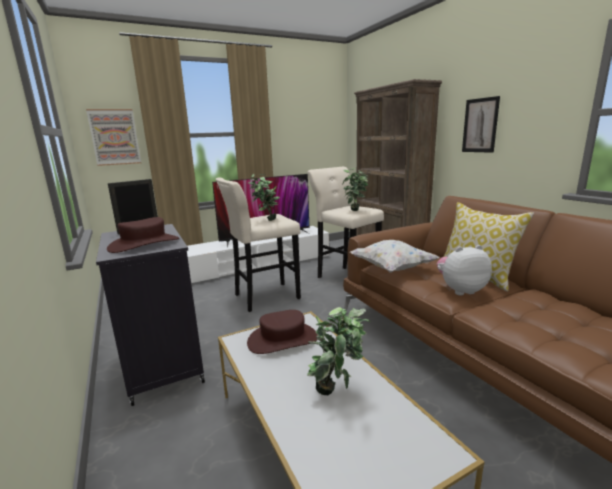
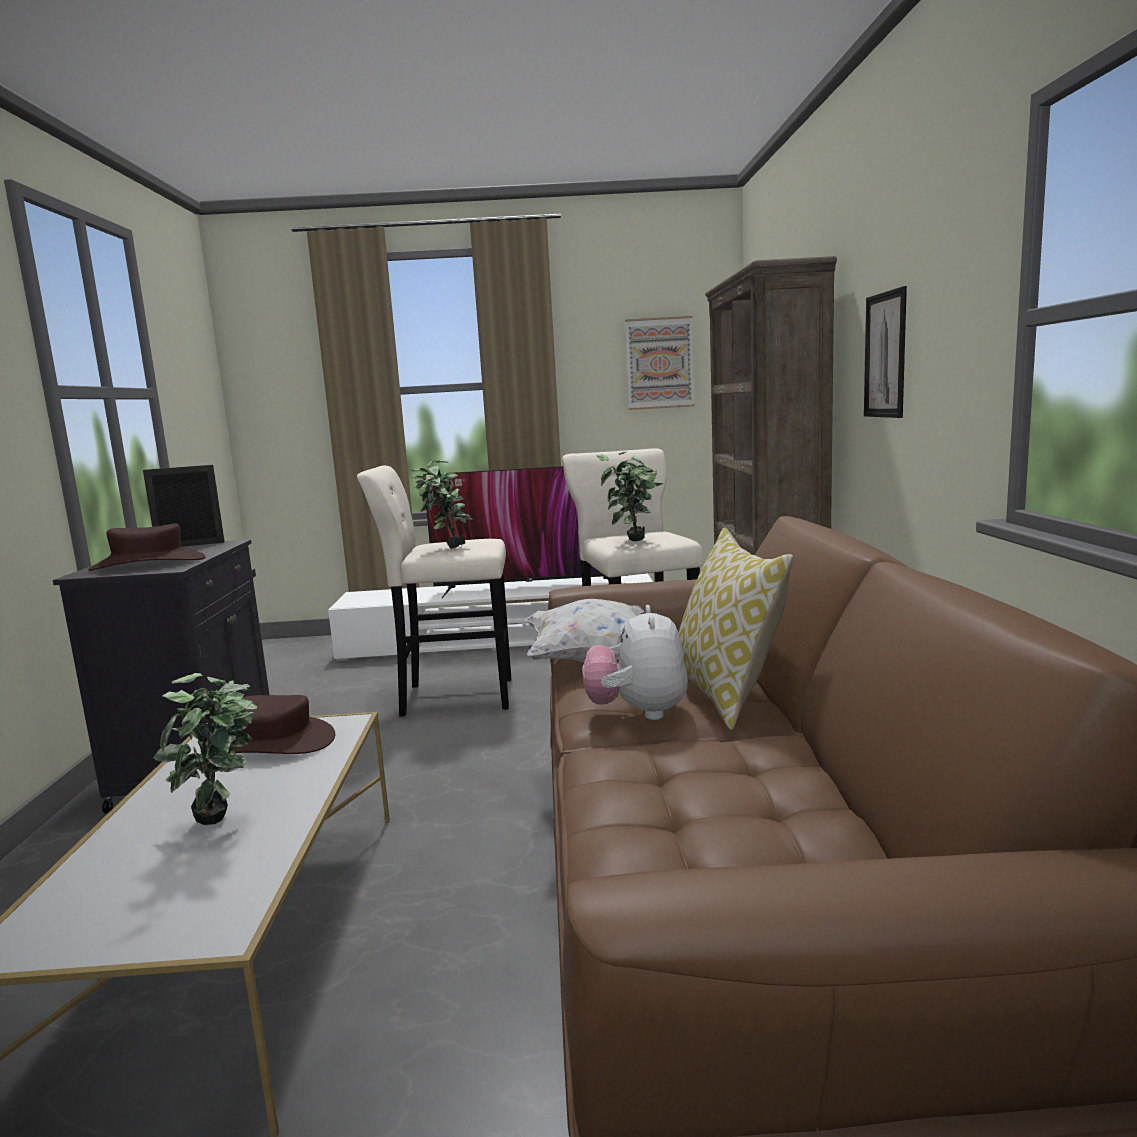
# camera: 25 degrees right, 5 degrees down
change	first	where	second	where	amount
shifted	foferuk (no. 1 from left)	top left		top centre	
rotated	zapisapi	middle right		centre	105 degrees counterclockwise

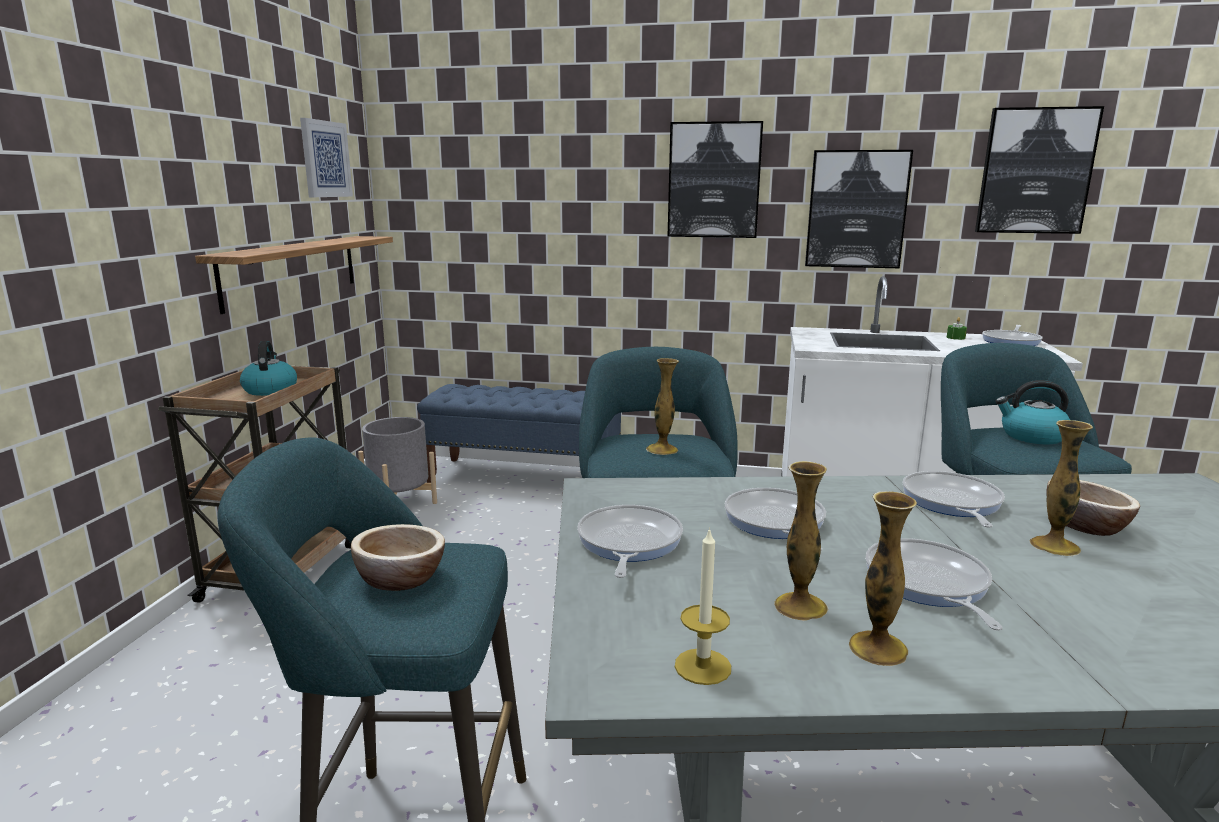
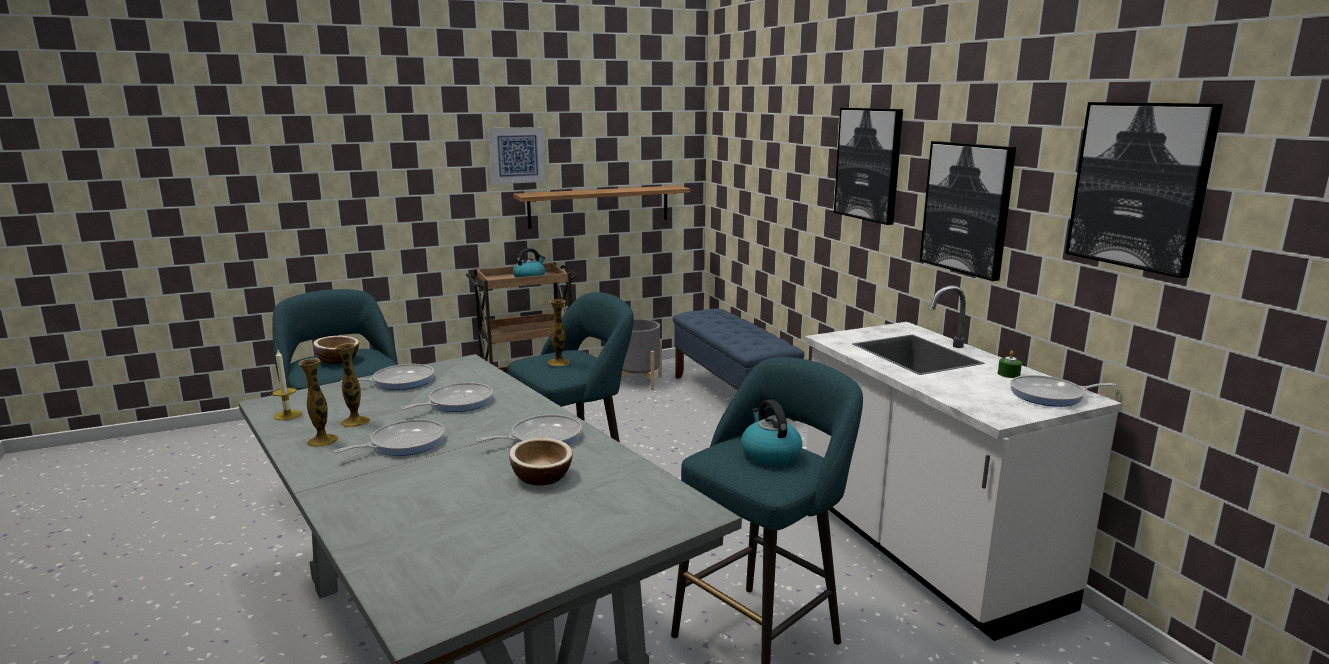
# camera: 55 degrees right, 0 degrees up
change	first	where	second	where	amount
shifted	foferuk (no. 1 from left)	top left		top centre	
gone	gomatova (no. 4 from left)	middle right			

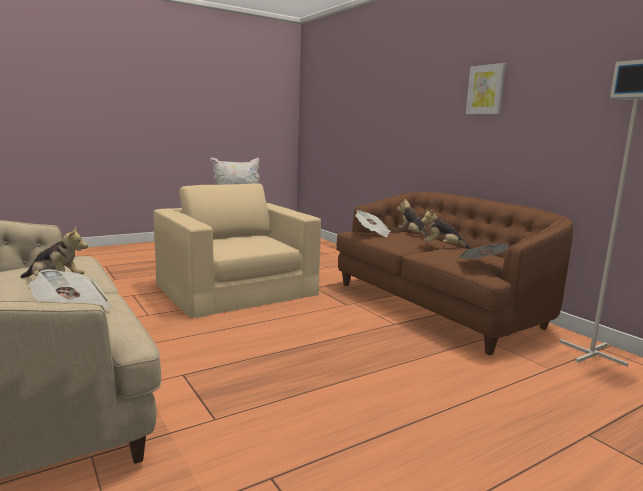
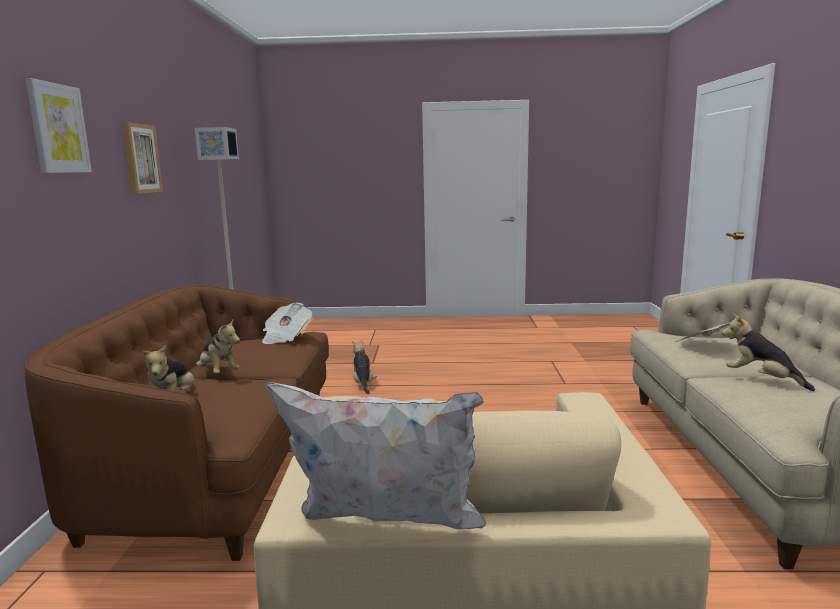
# camera: 145 degrees left, 0 degrees up
change	first	where	second	where	amount
gone	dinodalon (no. 2 from left)	centre			
new			foferuk (no. 2 from left)	top left	
new			zapisapi (no. 3 from left)	centre	

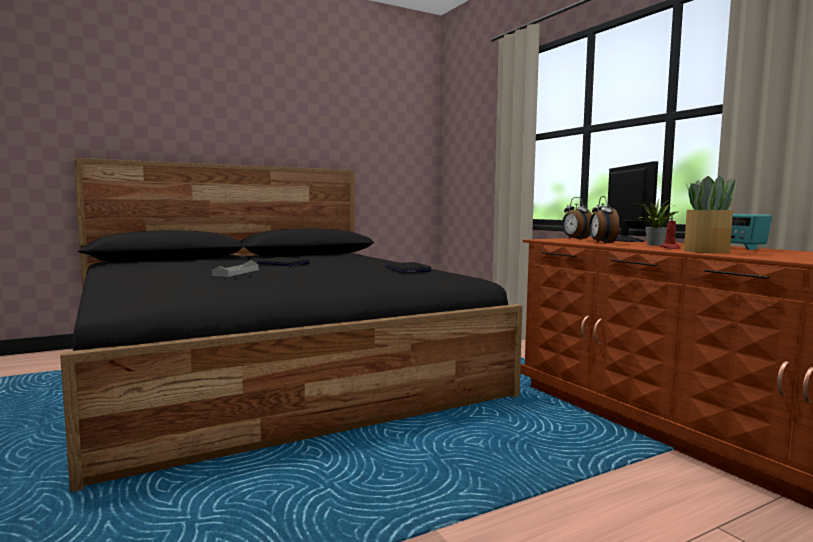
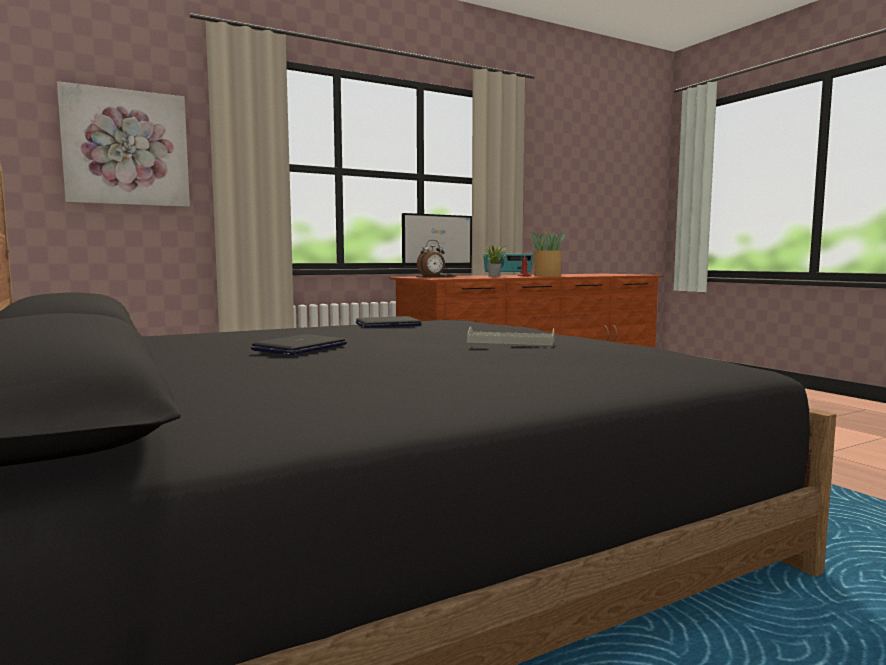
# camera: 90 degrees left, 0 degrees up
change	first	where	second	where	amount
gone	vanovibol (no. 2 from left)	middle right			
rotated	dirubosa	middle right		centre	150 degrees clockwise
new			foferuk	top left	

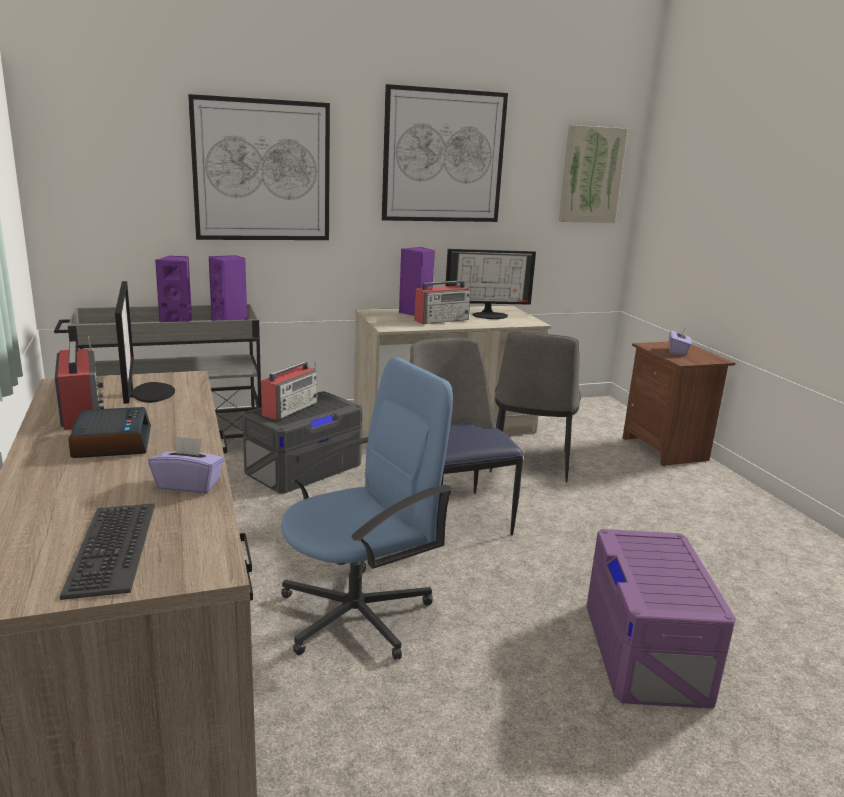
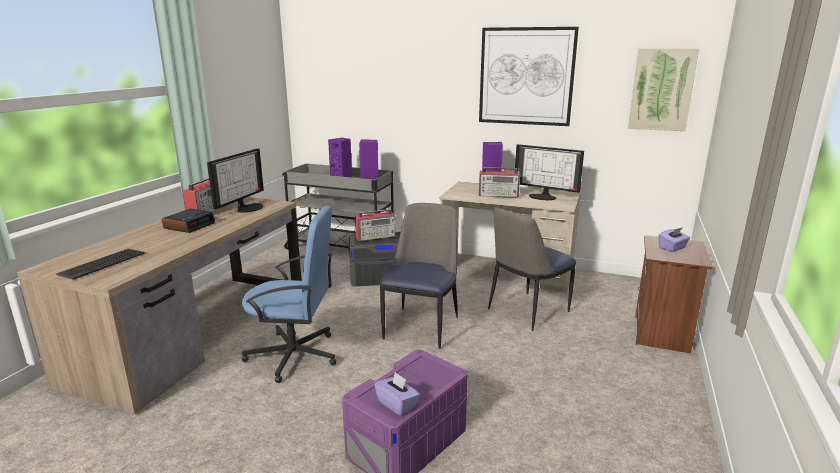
# camera: 40 degrees right, 0 degrees up
change	first	where	second	where	amount
shifted	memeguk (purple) (no. 1 from left)	middle left		bottom centre	
gone	foferuk (no. 1 from left)	top left			

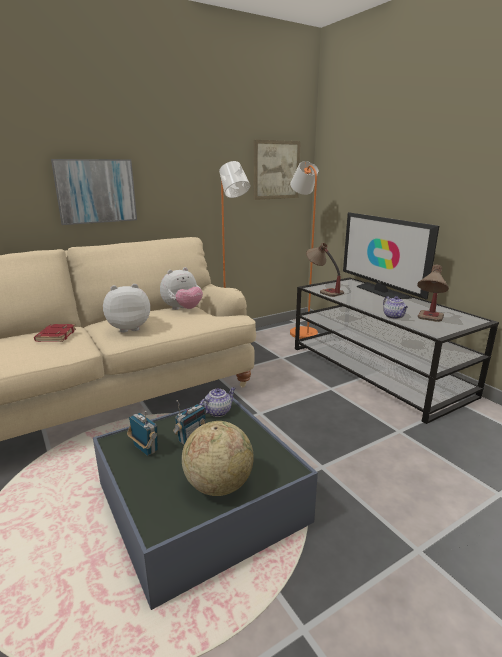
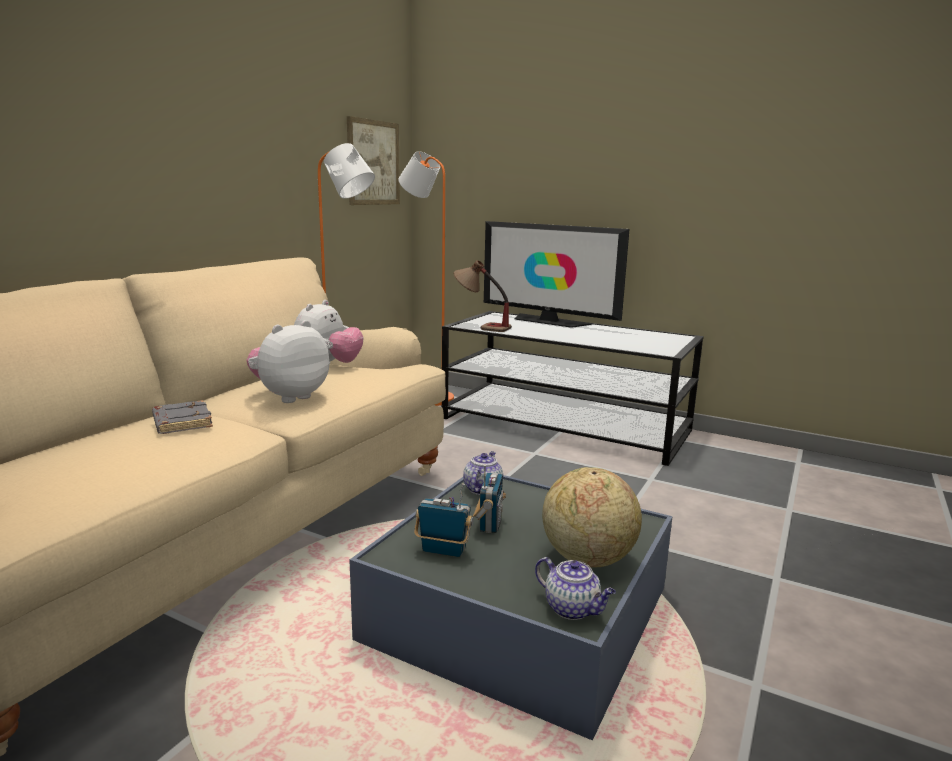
# camera: 30 degrees left, 5 degrees down
change	first	where	second	where	amount
repainted	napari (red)	middle left	napari (grey)	middle left	
gone	foferuk (no. 1 from left)	top left			
shifted	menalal (no. 2 from left)	middle right		bottom centre	
gone	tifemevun (no. 2 from left)	middle right			

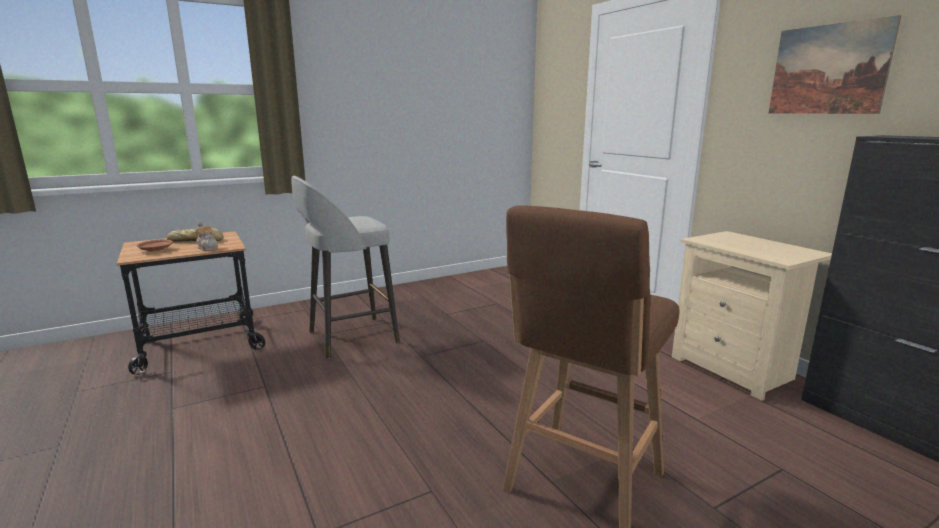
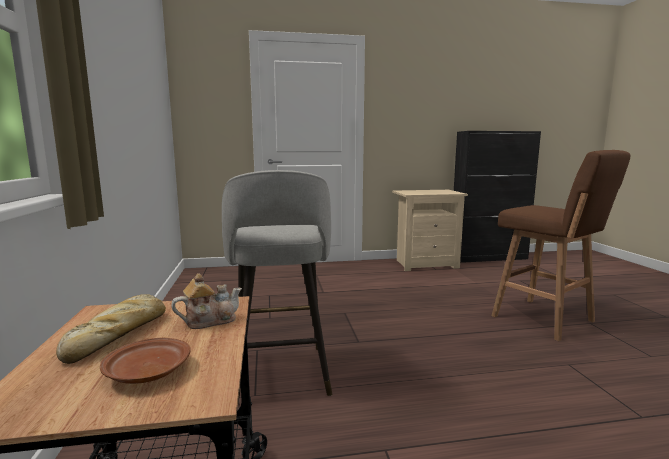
# camera: 70 degrees left, 5 degrees down
change	first	where	second	where	amount
gone	foferuk	top right			

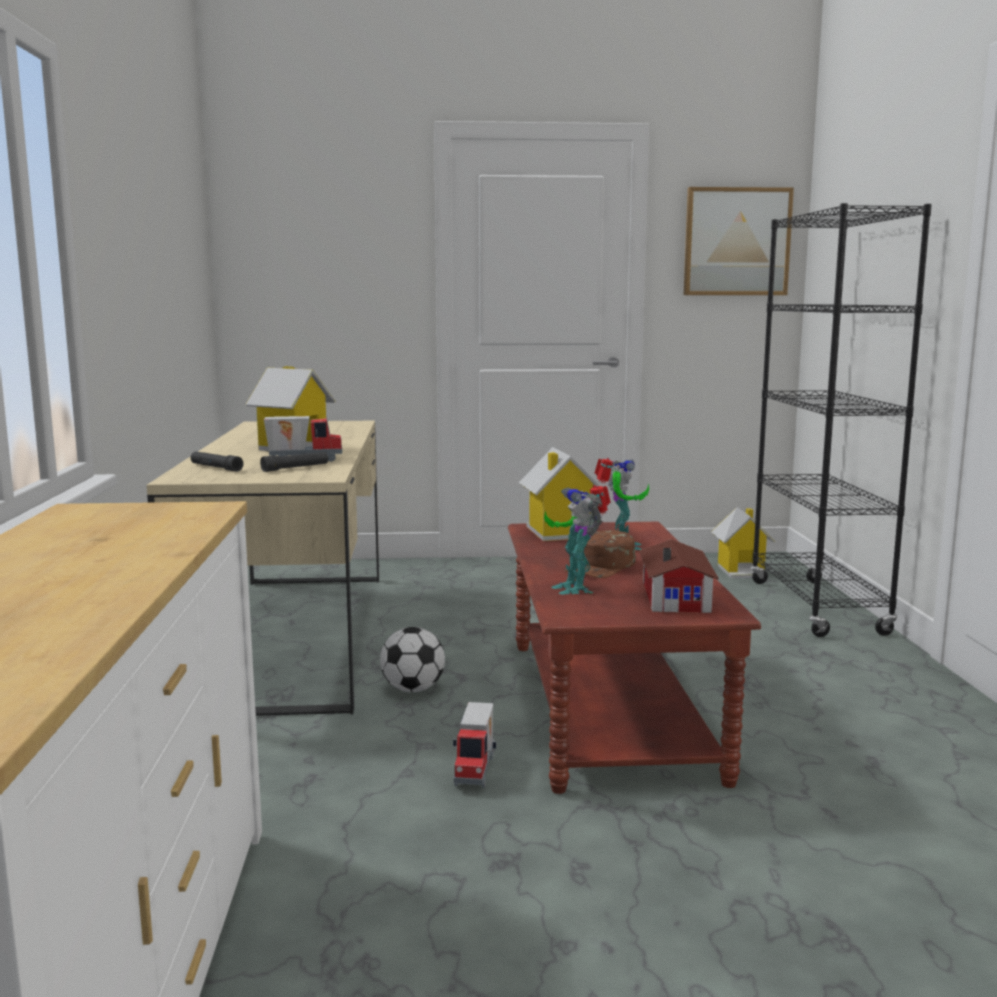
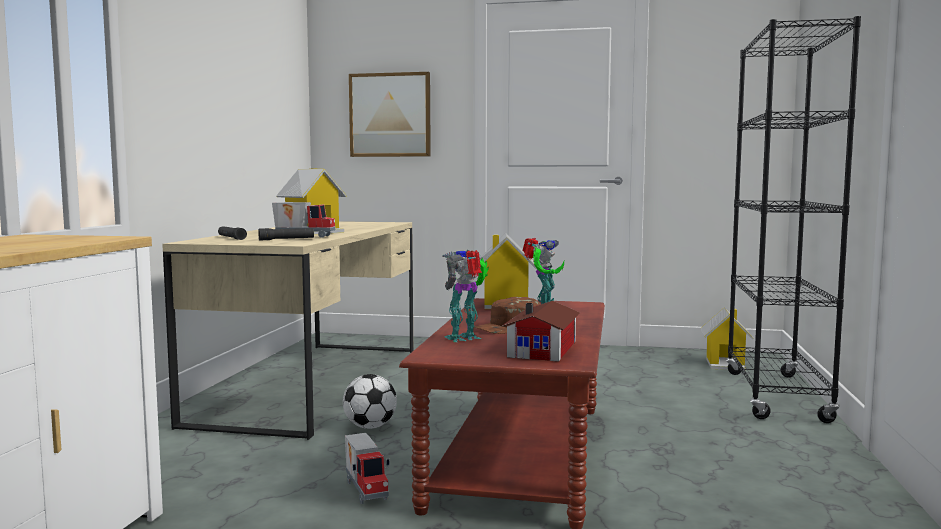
# camera: 15 degrees right, 5 degrees down
change	first	where	second	where	amount
rotated	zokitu (no. 2 from left)	bottom centre		bottom centre	45 degrees counterclockwise
rotated	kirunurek (no. 1 from left)	centre		centre	60 degrees clockwise
shifted	foferuk	top right		top centre	

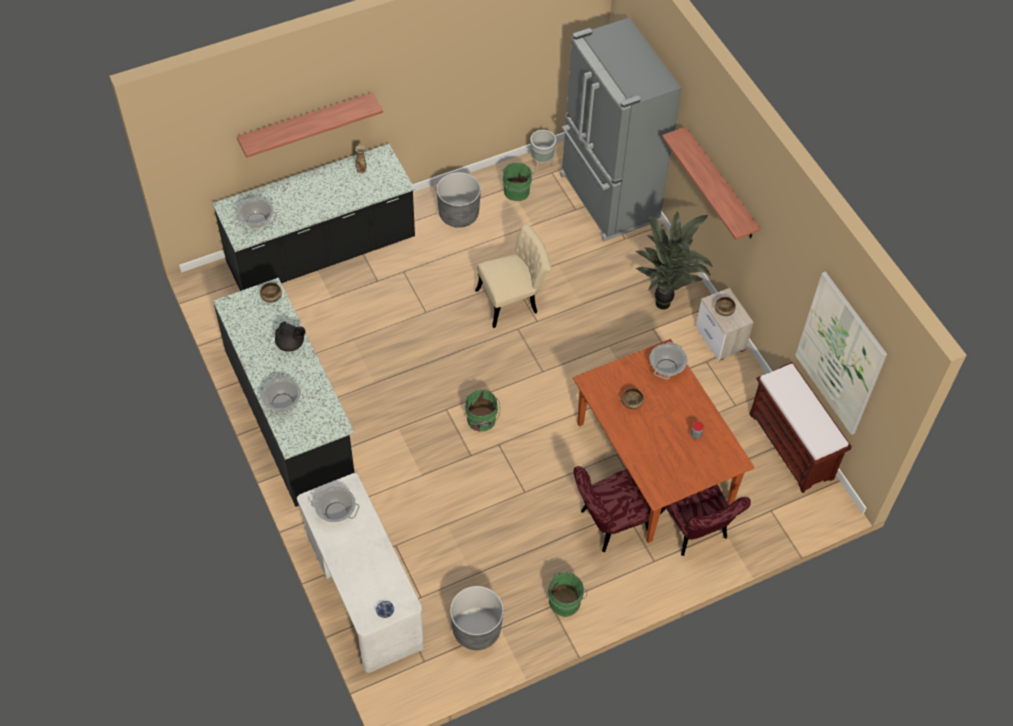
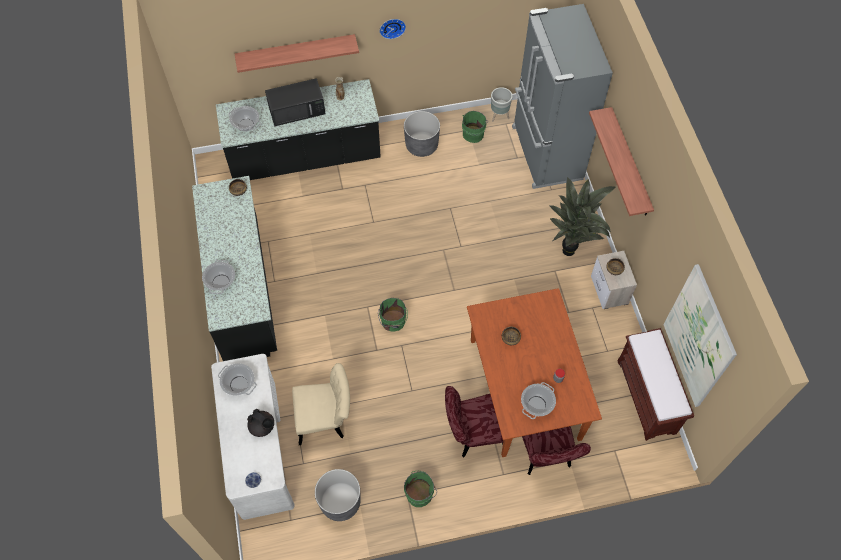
# camera: 15 degrees right, 5 degrees up
change	first	where	second	where	amount
shifted	menalal (black)	middle left		bottom left	
shifted	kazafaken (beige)	centre		bottom centre	
shifted	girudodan (no. 4 from left)	centre		bottom centre	
new			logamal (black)	top centre	
new			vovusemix	top centre	

